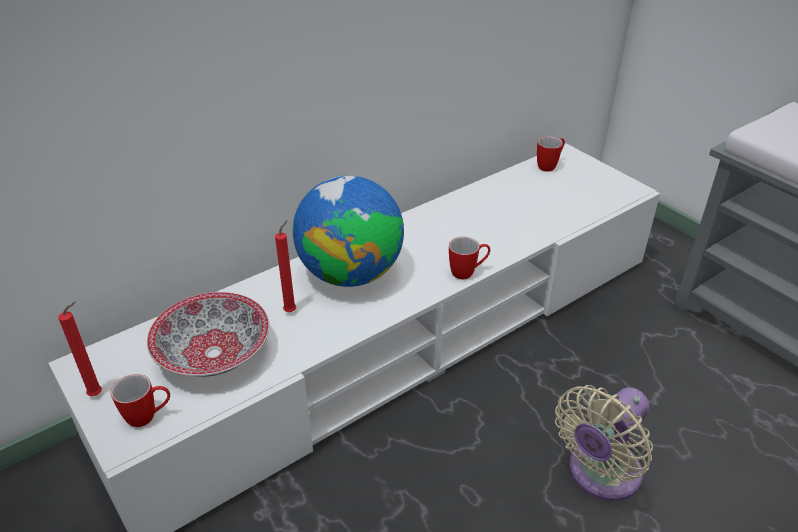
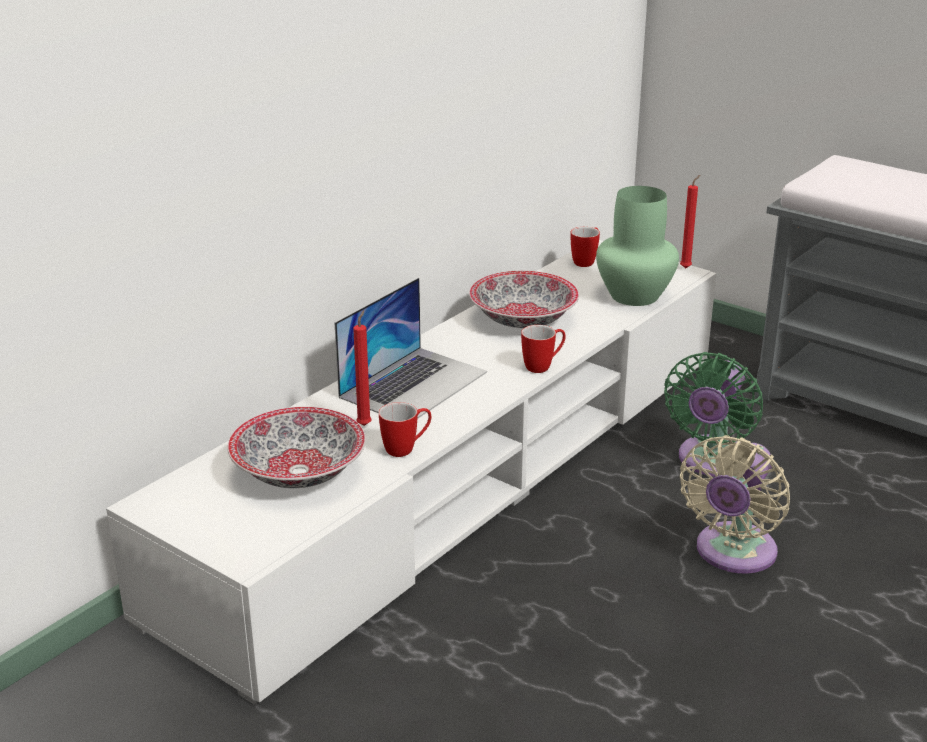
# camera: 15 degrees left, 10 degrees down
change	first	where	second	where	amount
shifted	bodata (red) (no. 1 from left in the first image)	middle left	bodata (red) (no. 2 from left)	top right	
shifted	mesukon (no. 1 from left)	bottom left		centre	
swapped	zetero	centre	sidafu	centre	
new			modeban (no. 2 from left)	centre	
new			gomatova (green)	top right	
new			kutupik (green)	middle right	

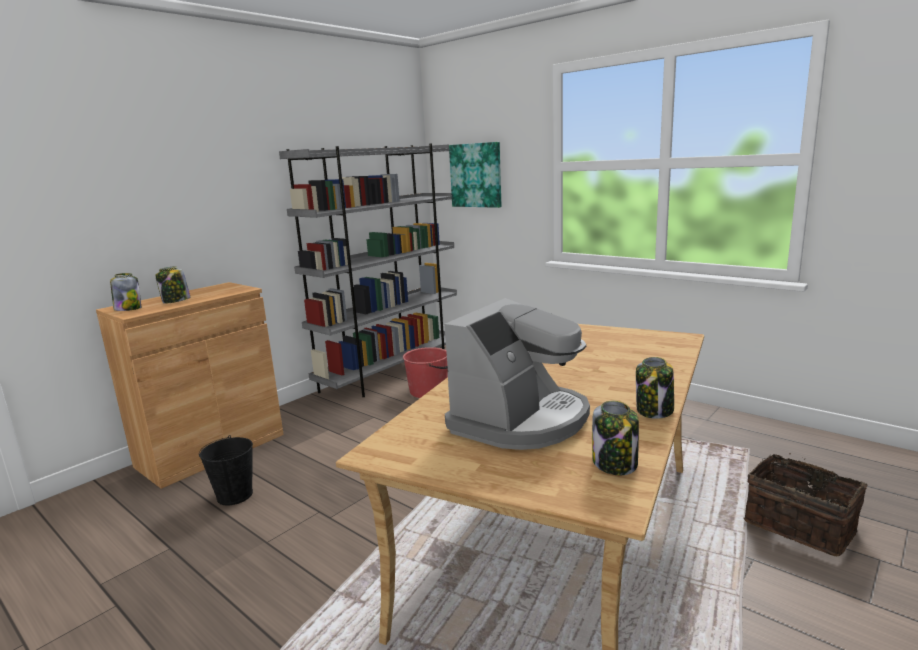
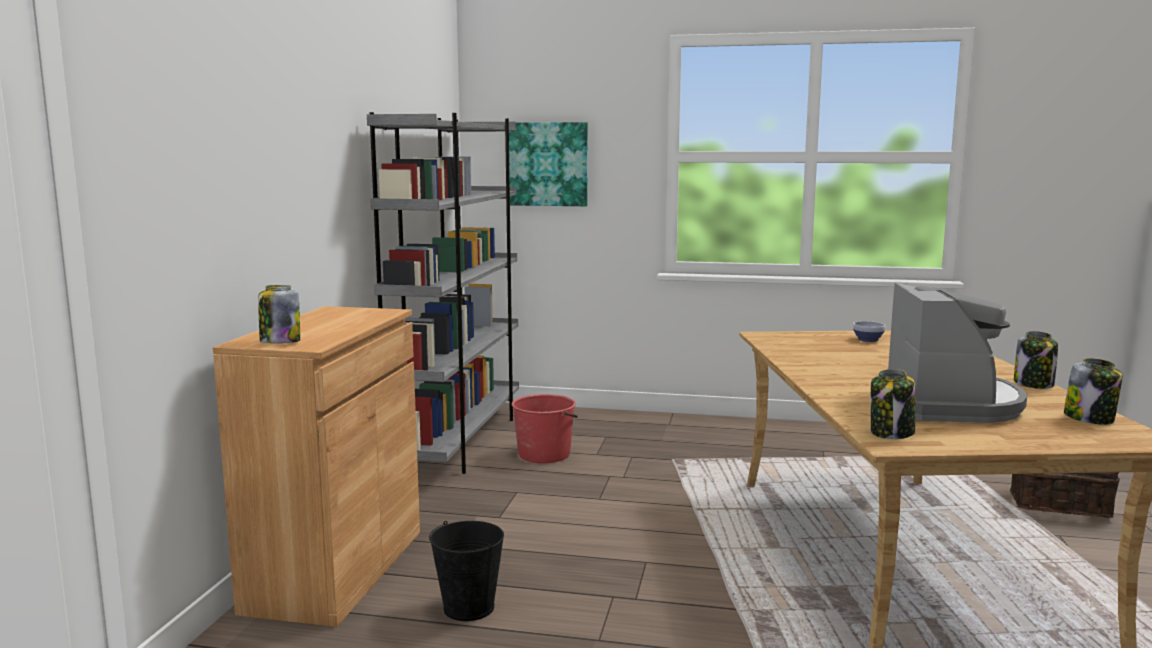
# camera: 30 degrees left, 5 degrees down
change	first	where	second	where	amount
shifted	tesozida (no. 2 from left)	middle left		middle right	
new			modeban	middle right	

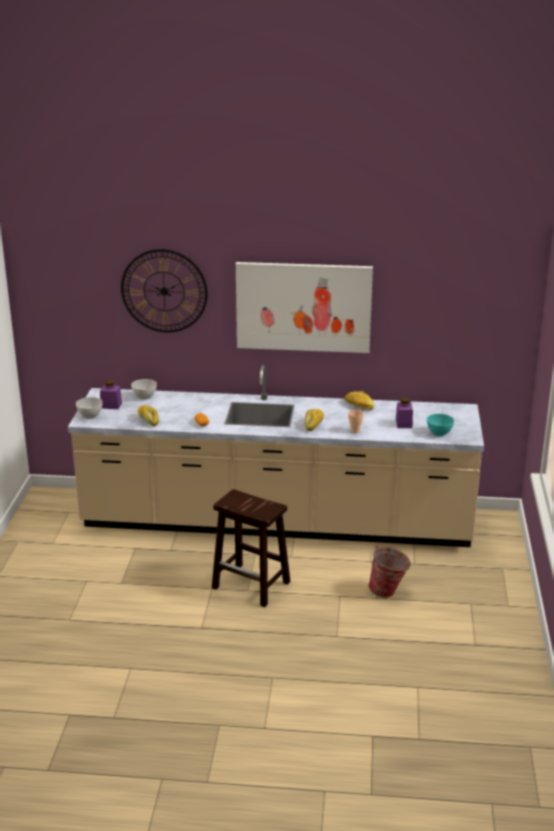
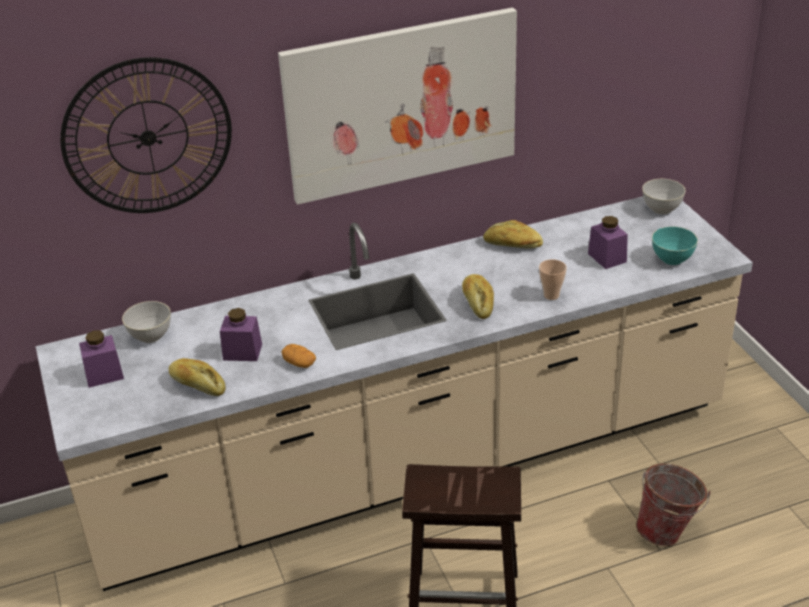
# camera: 25 degrees left, 10 degrees up
change	first	where	second	where	amount
shifted	modeban (grey) (no. 1 from left in the first image)	middle left	modeban (grey) (no. 2 from left)	top right	
new			tesozida (purple) (no. 2 from left)	middle left	

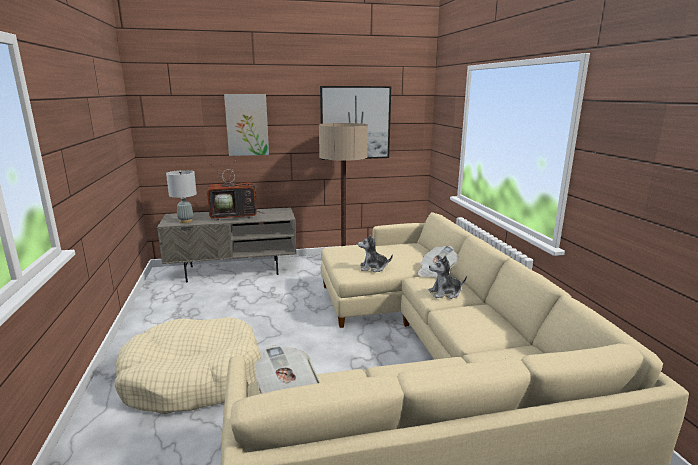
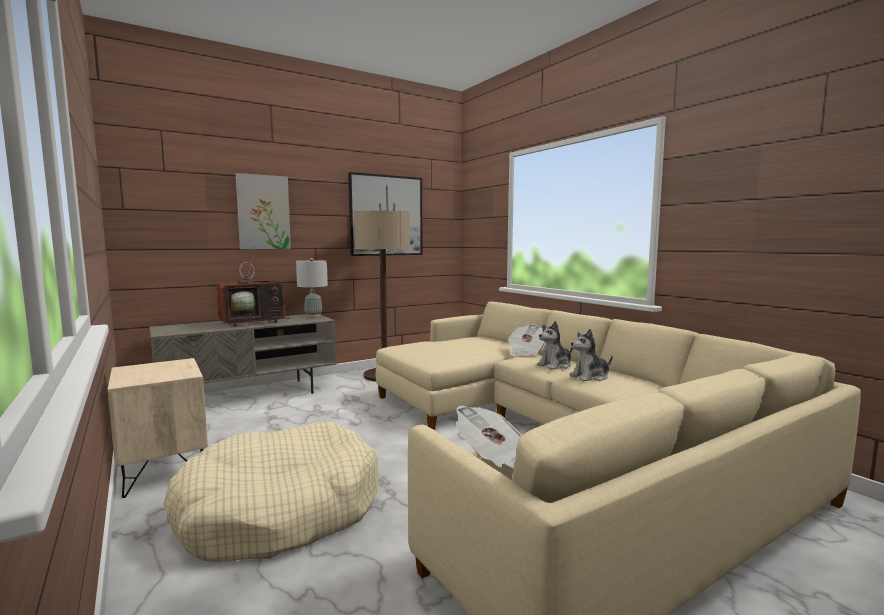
# camera: 20 degrees left, 10 degrees down
change	first	where	second	where	amount
shifted	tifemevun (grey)	middle left		centre	
shifted	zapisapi (no. 1 from left in the first image)	centre	zapisapi (no. 2 from left)	middle right	
new			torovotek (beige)	bottom left	

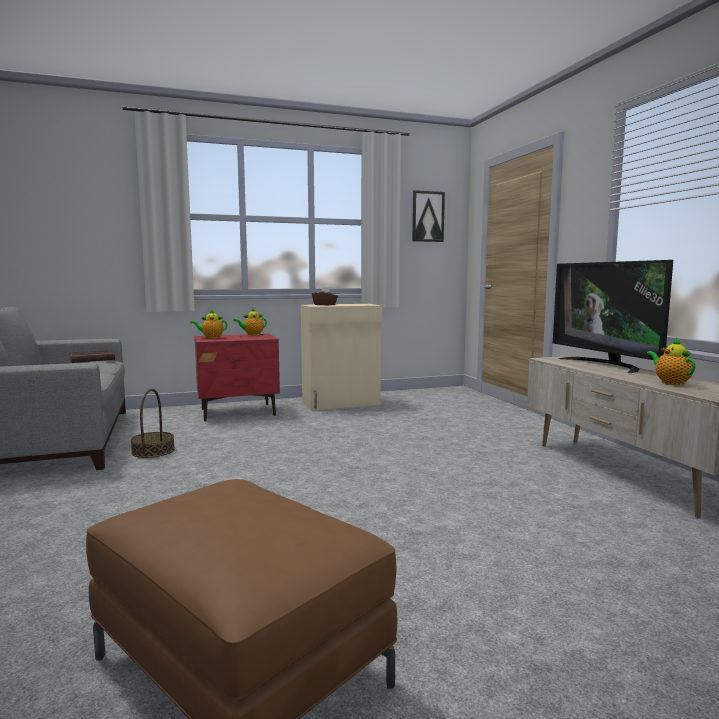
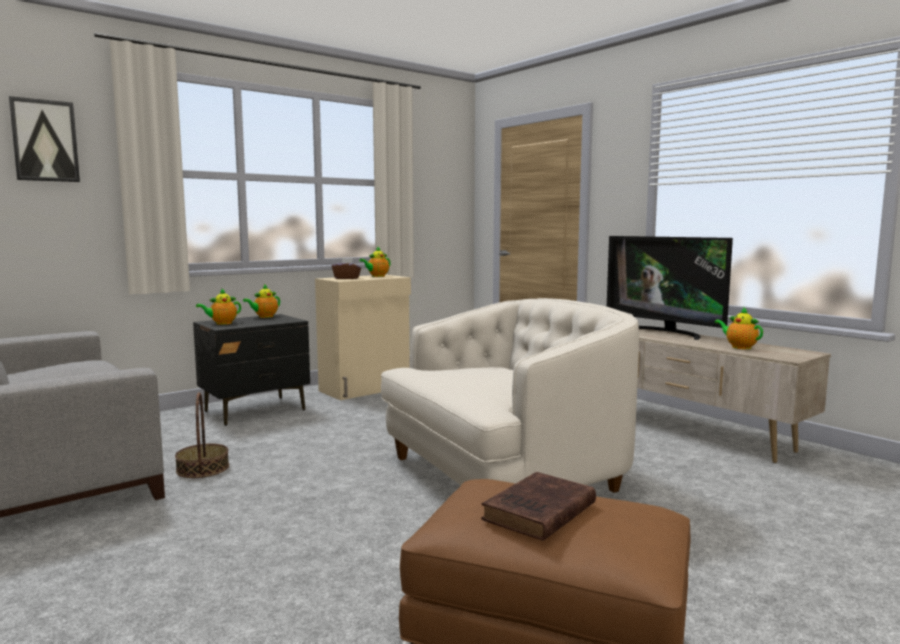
# camera: 20 degrees left, 0 degrees up
change	first	where	second	where	amount
shifted	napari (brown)	middle left		bottom centre	
repainted	torovotek (red)	middle left	torovotek (black)	middle left	
shifted	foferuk	top centre		top left	
new			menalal (no. 3 from left)	centre	
new			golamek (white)	centre	

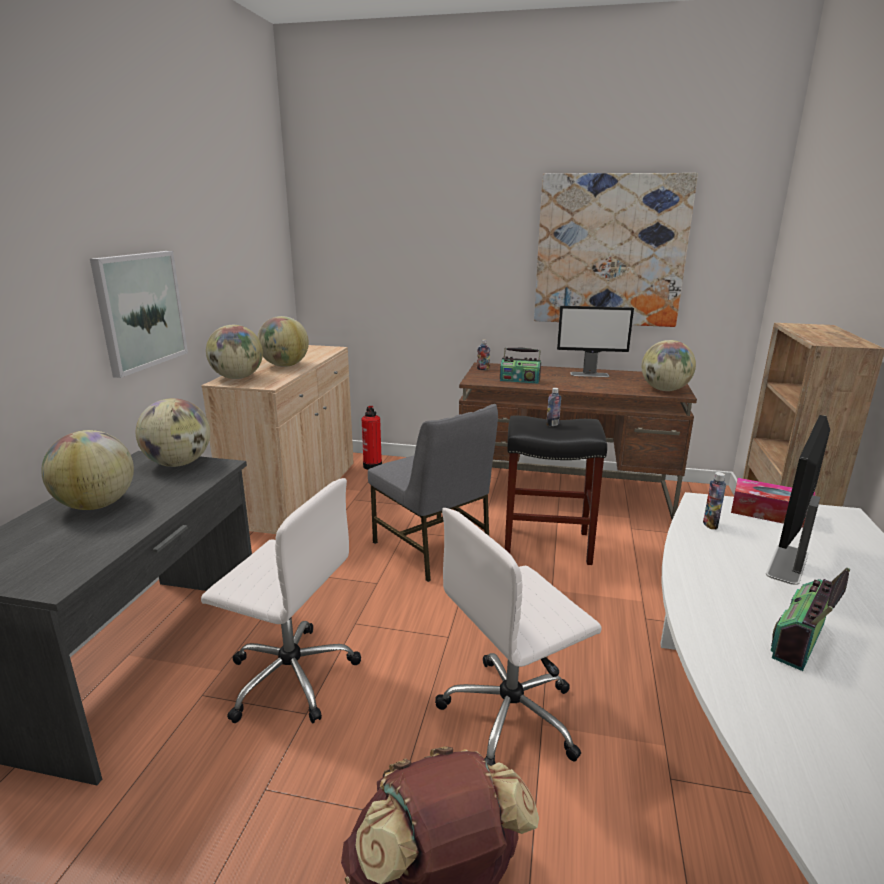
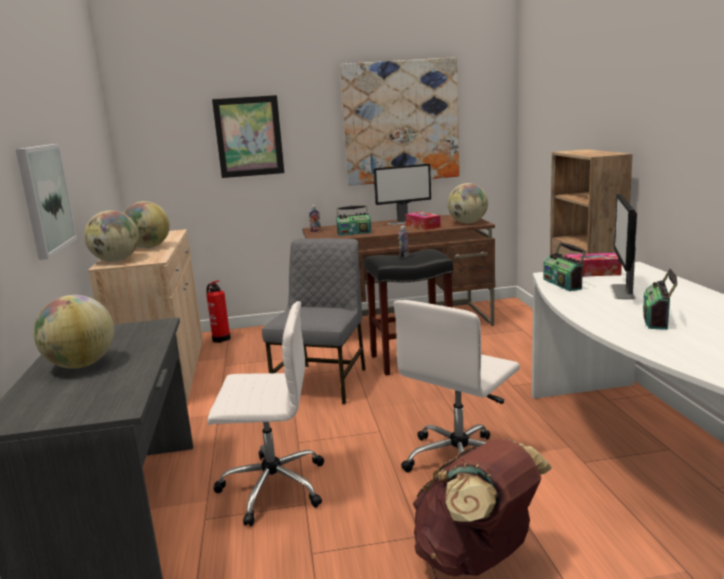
# camera: 20 degrees left, 5 degrees down
change	first	where	second	where	amount
gone	zetero (no. 2 from left)	middle left			
rotated	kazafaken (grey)	centre		centre	105 degrees counterclockwise
swapped	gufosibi (no. 3 from left)	middle right	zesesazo (no. 2 from left)	middle right	
new			foferuk (no. 2 from left)	top centre	
new			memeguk (no. 1 from left)	centre	

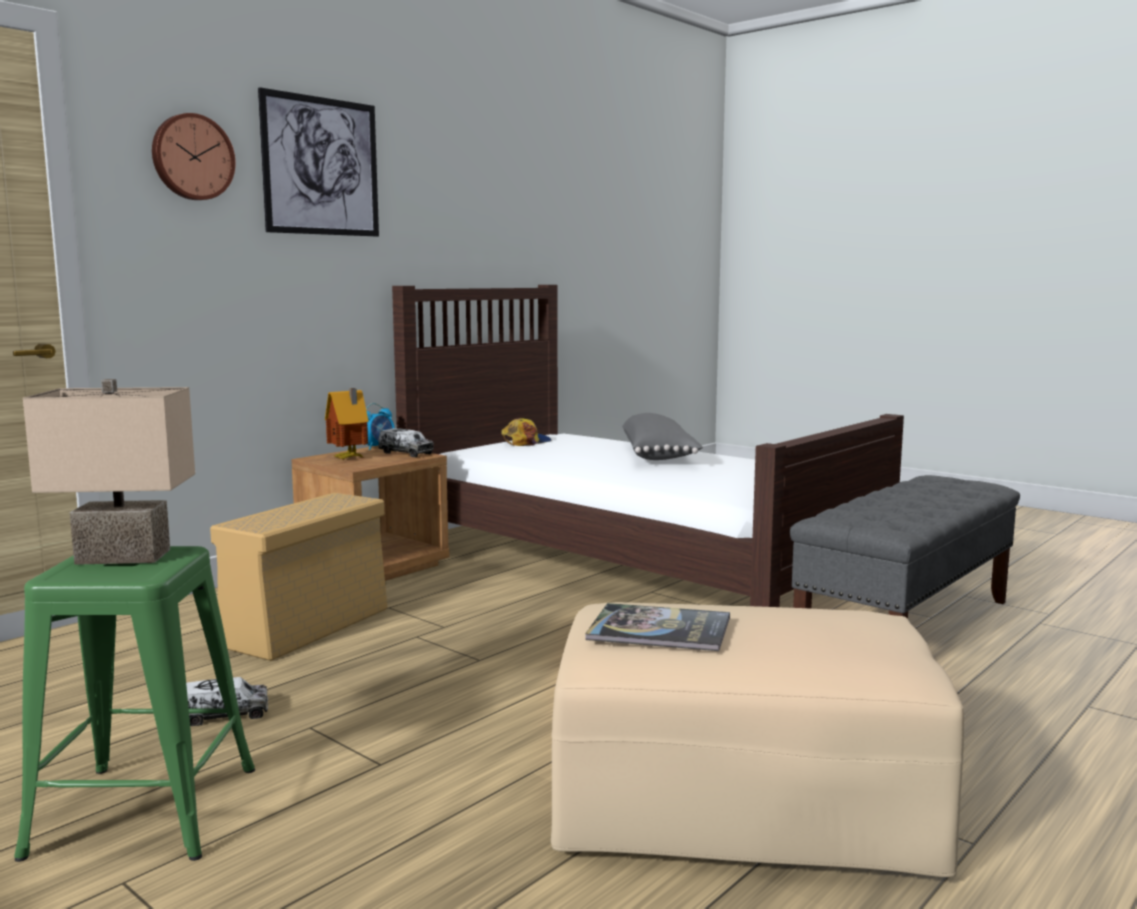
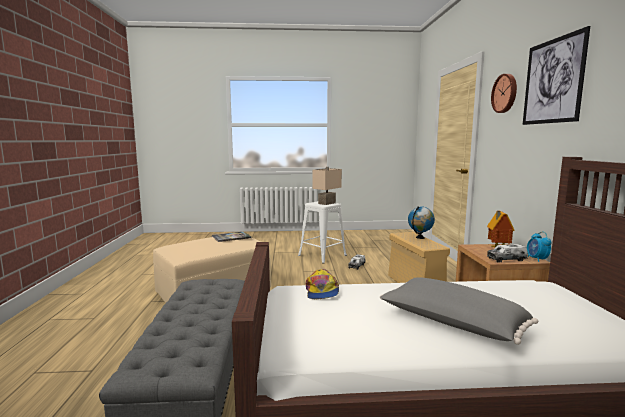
# camera: 135 degrees right, 0 degrees up
change	first	where	second	where	amount
repainted	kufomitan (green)	bottom left	kufomitan (white)	centre	
shifted	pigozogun	centre		bottom centre	
new			zetero	middle right	

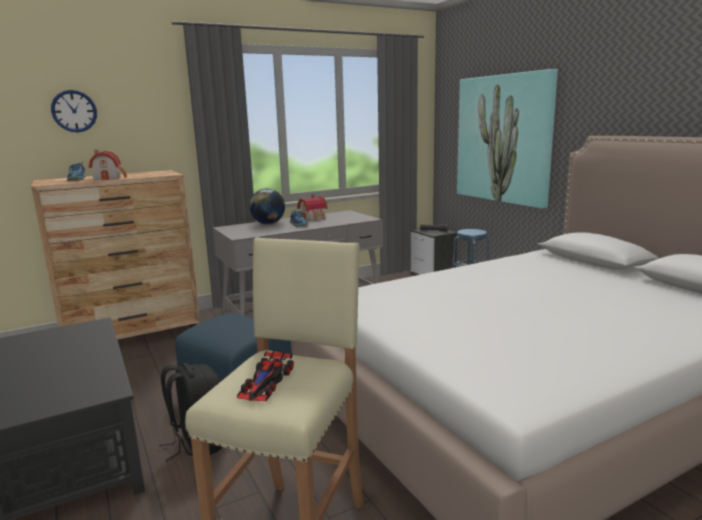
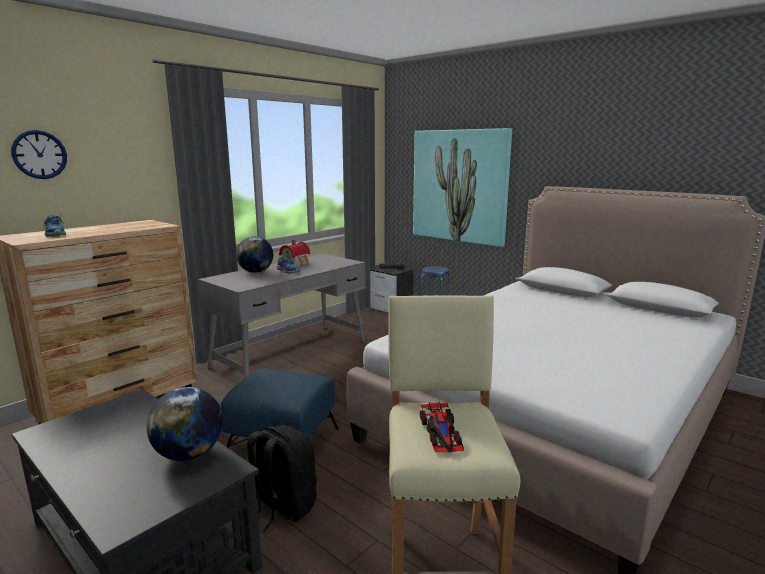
# camera: 20 degrees left, 0 degrees up
change	first	where	second	where	amount
gone	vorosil (no. 1 from left)	top left			
new			zetero (no. 1 from left)	bottom left	

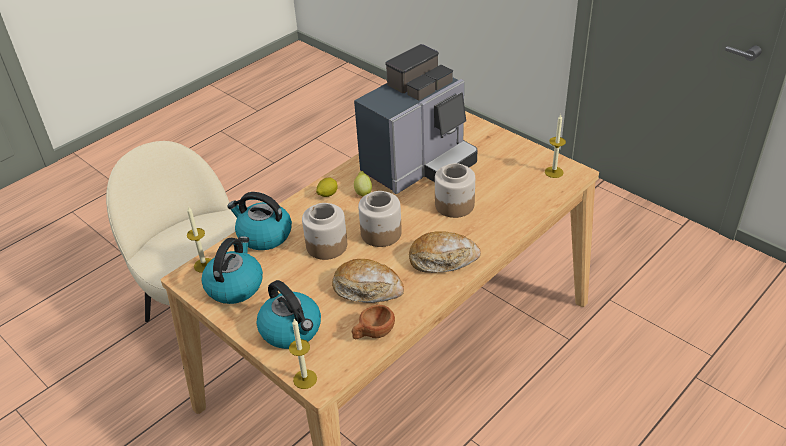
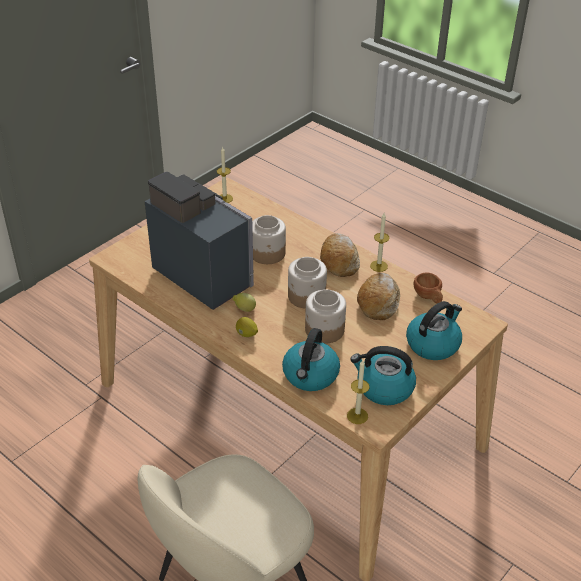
# camera: 95 degrees left, 0 degrees up
change	first	where	second	where	amount
shifted	bodata (no. 2 from left in the first image)	bottom centre	bodata (no. 3 from left)	centre	

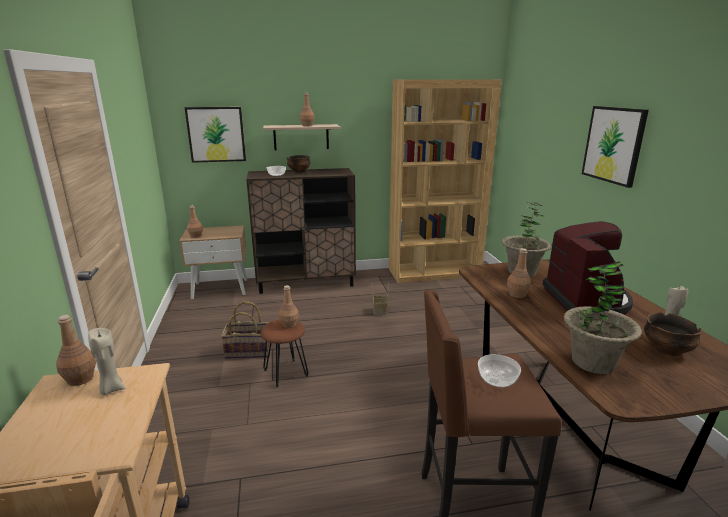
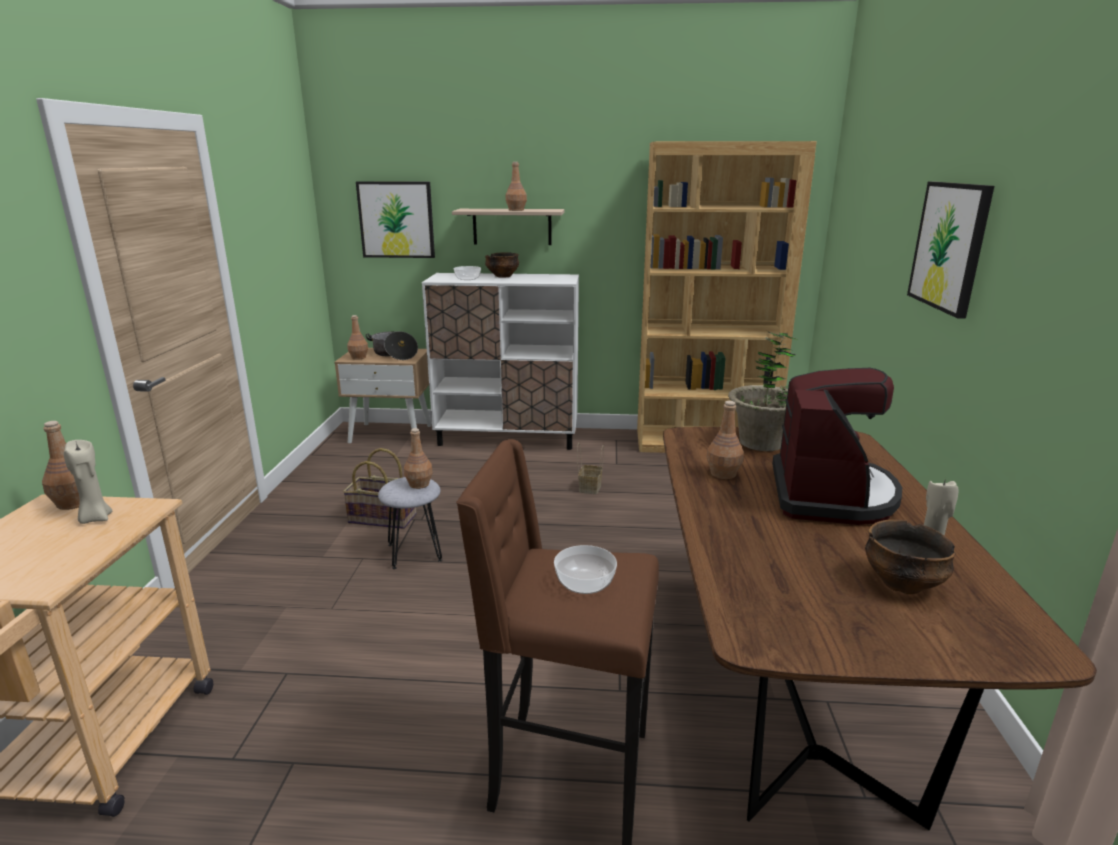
# camera: 15 degrees right, 0 degrees up
change	first	where	second	where	amount
repainted	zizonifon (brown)	centre	zizonifon (white)	centre	
repainted	kufomitan (brown) (no. 1 from left)	bottom centre	kufomitan (grey)	centre	
gone	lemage (no. 2 from left)	middle right			
new			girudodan	centre	

